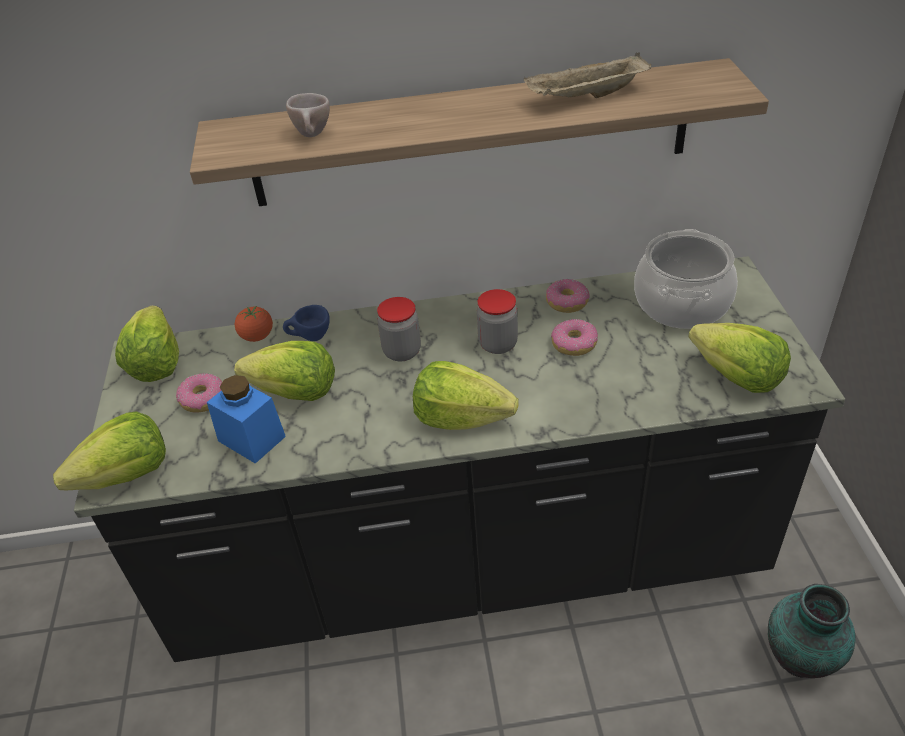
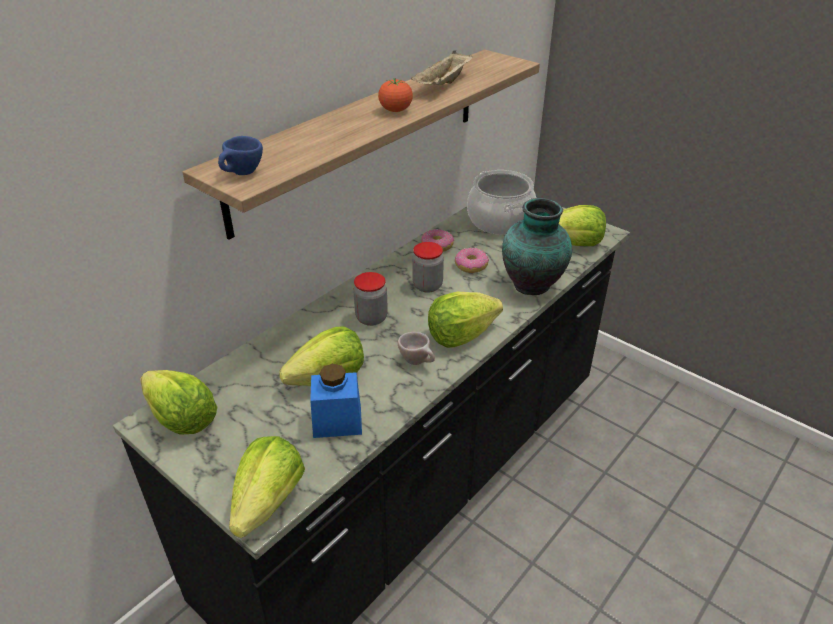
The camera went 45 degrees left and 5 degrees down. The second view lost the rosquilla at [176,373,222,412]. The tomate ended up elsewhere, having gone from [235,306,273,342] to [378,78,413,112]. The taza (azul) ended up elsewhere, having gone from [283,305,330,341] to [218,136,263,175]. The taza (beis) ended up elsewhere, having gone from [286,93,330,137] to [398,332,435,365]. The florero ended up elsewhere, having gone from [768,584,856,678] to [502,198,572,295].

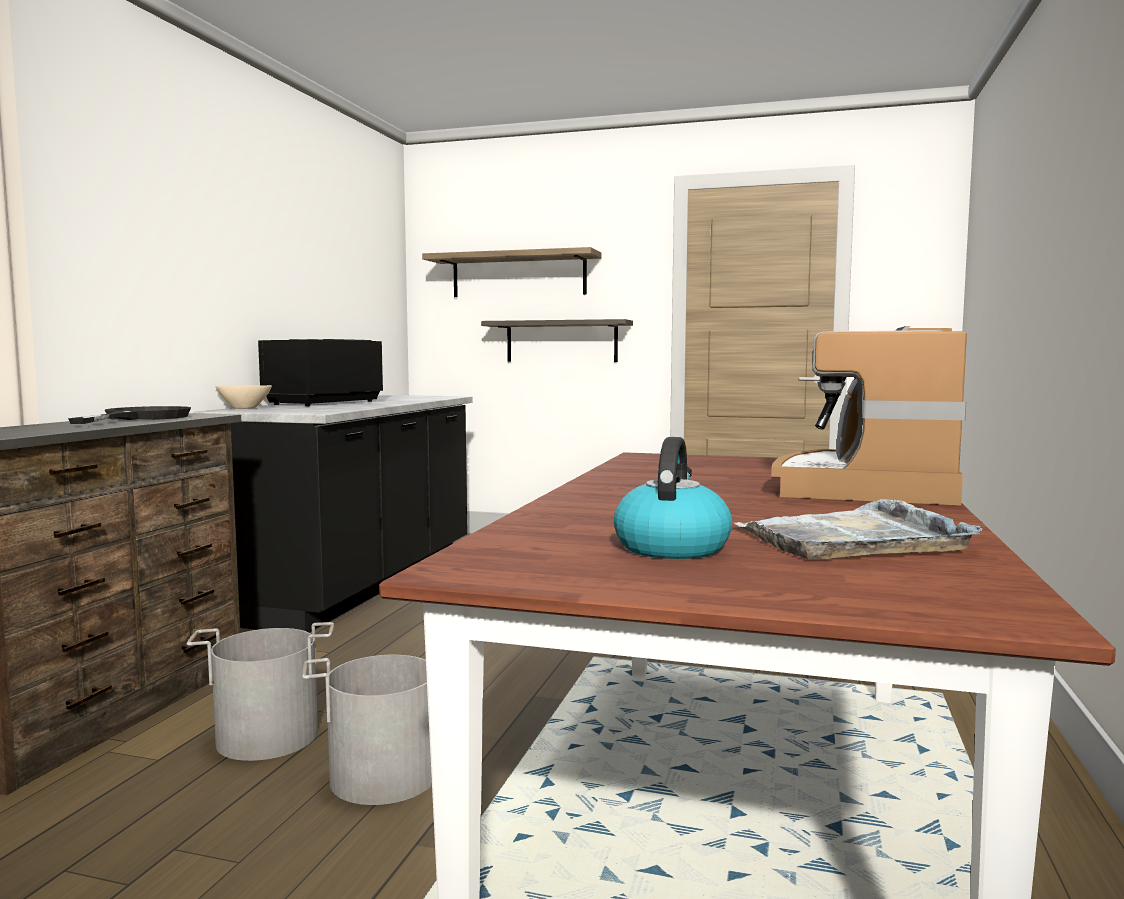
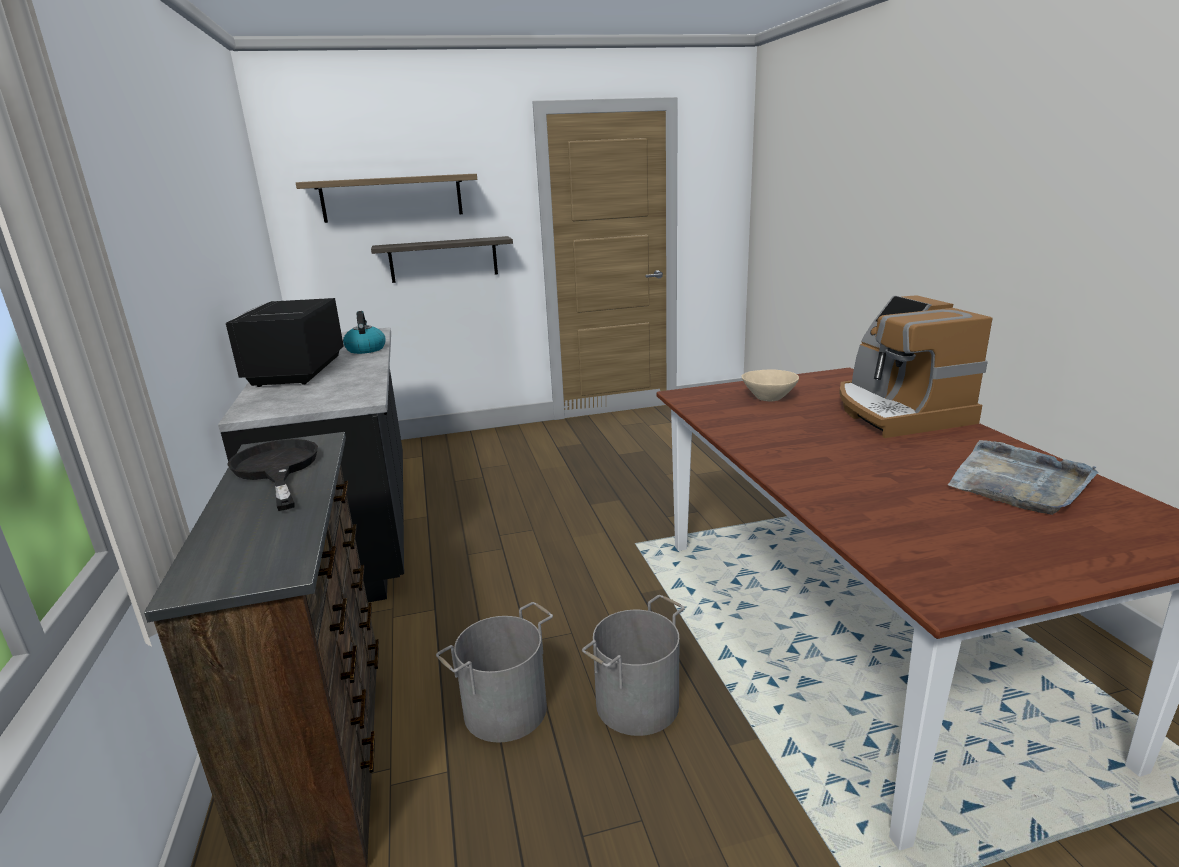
The camera went 30 degrees left and 15 degrees up. The cuenco (beis) ended up elsewhere, having gone from [215,385,272,409] to [741,369,799,401]. The hervidor ended up elsewhere, having gone from [614,437,732,559] to [343,311,386,354].

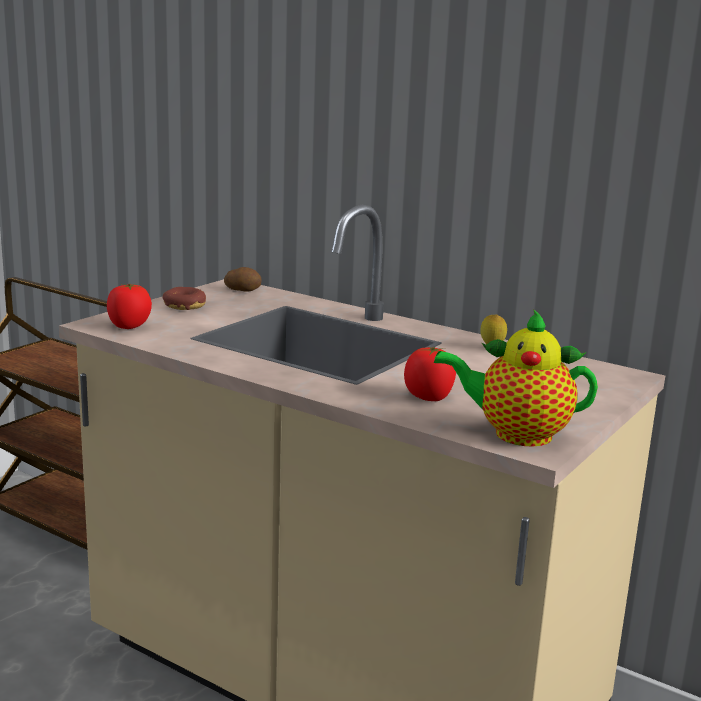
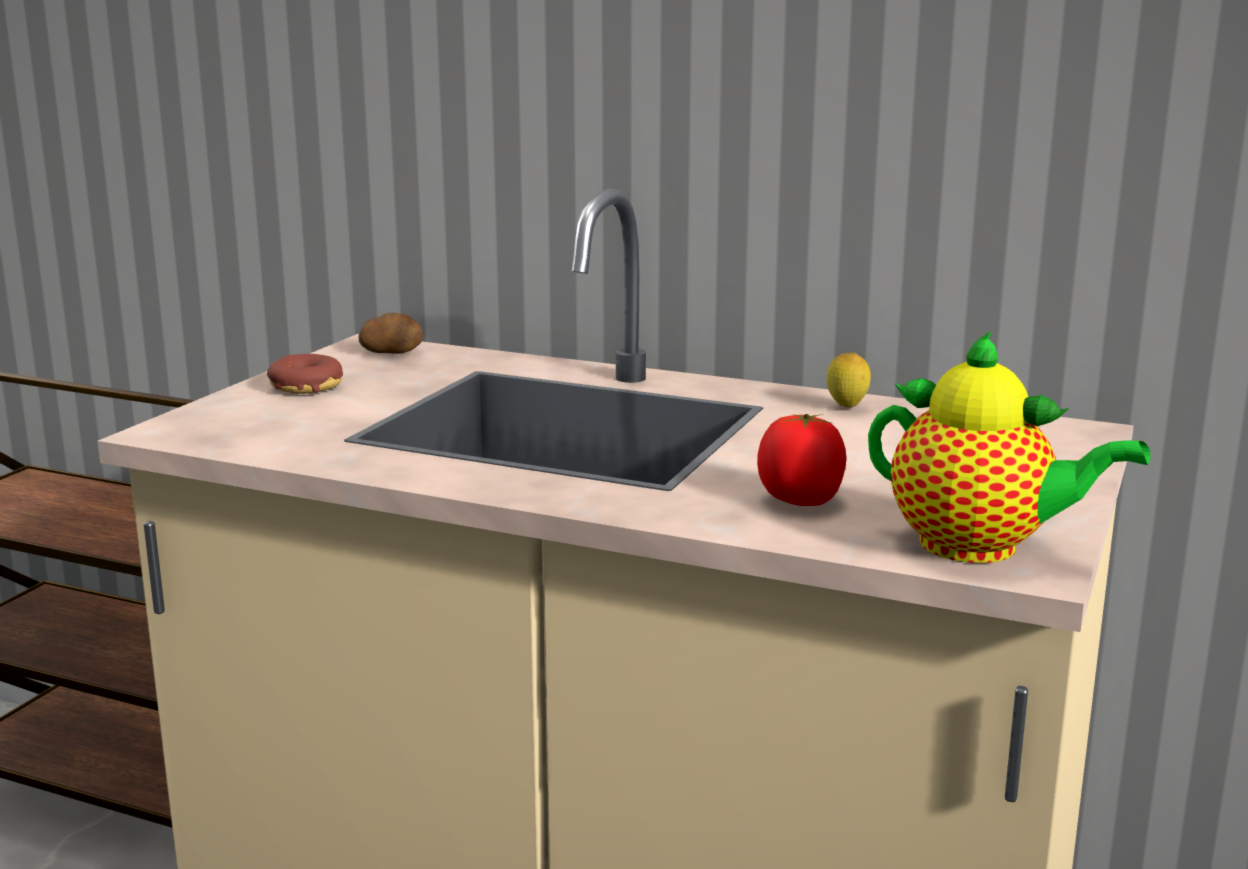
The camera went 10 degrees left and 0 degrees up. The second view lost the tomate at [107,284,152,329]. The tetera at [434,309,598,447] ended up facing another way, 150 degrees counterclockwise from before.

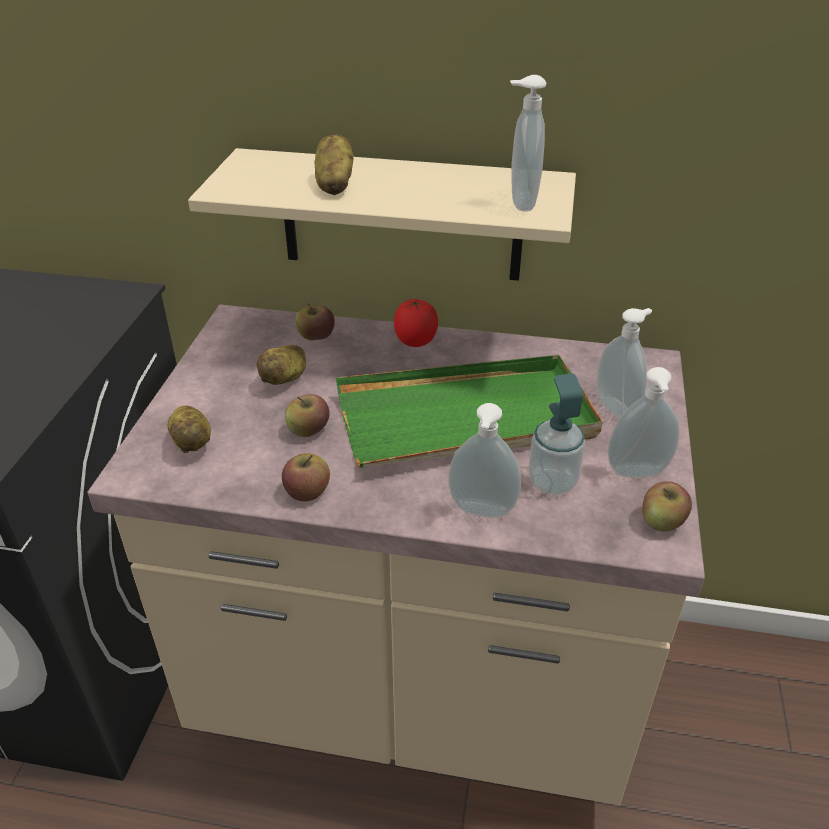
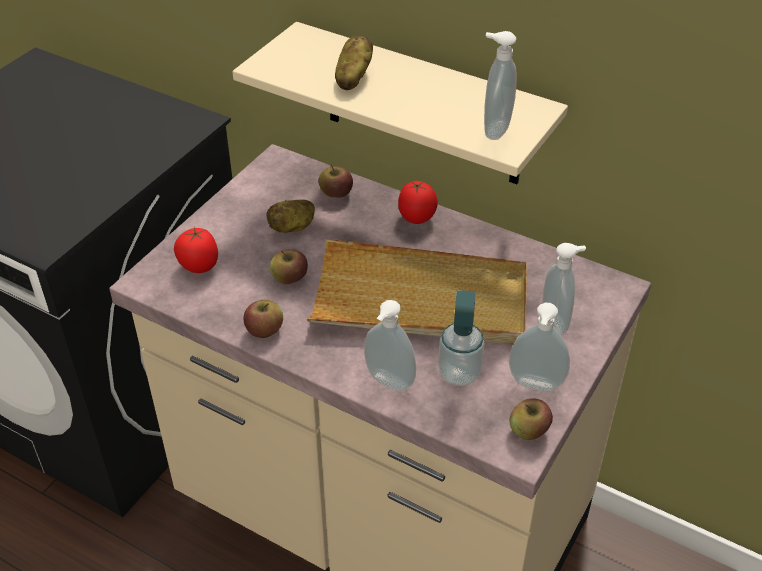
The camera went 20 degrees right and 5 degrees up. Where the patata stood at [168,406,211,453], the tomate came to stand at [174,227,218,273]. What was the bandeja (verde) at [336,355,603,468] turned into the bandeja (beis) at [307,239,527,345].

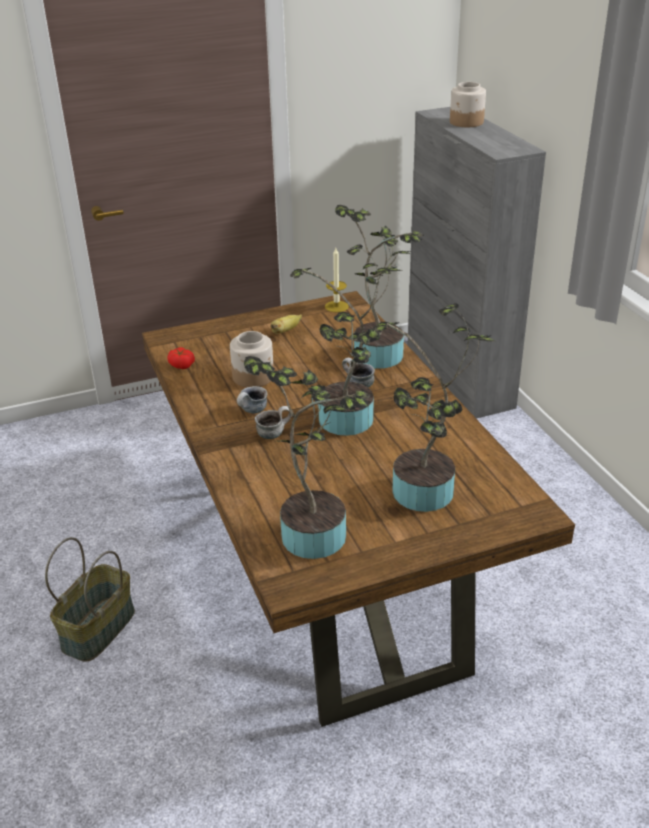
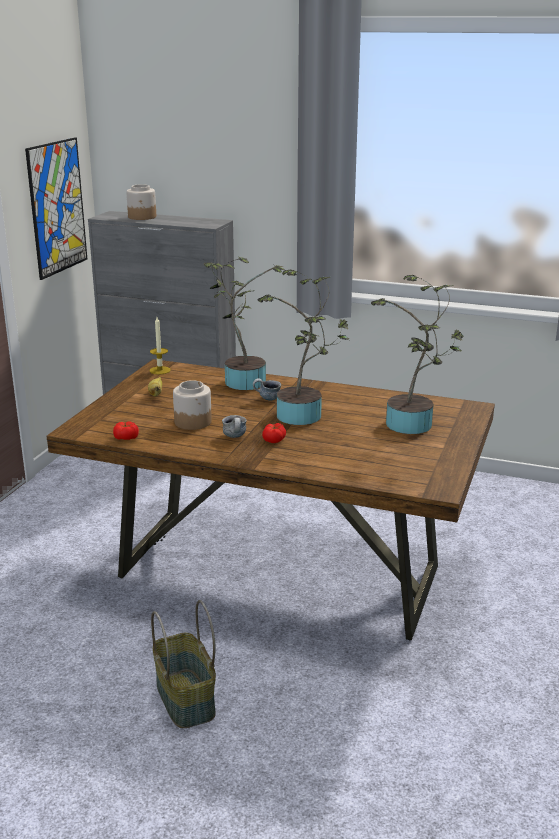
The camera went 50 degrees left and 10 degrees down. The second view lost the planta en maceta at [244,356,371,559]. The second view gained the cuadro at [25,137,87,280]. Where the taza grande stood at [255,406,292,439], the tomate came to stand at [262,423,286,443].

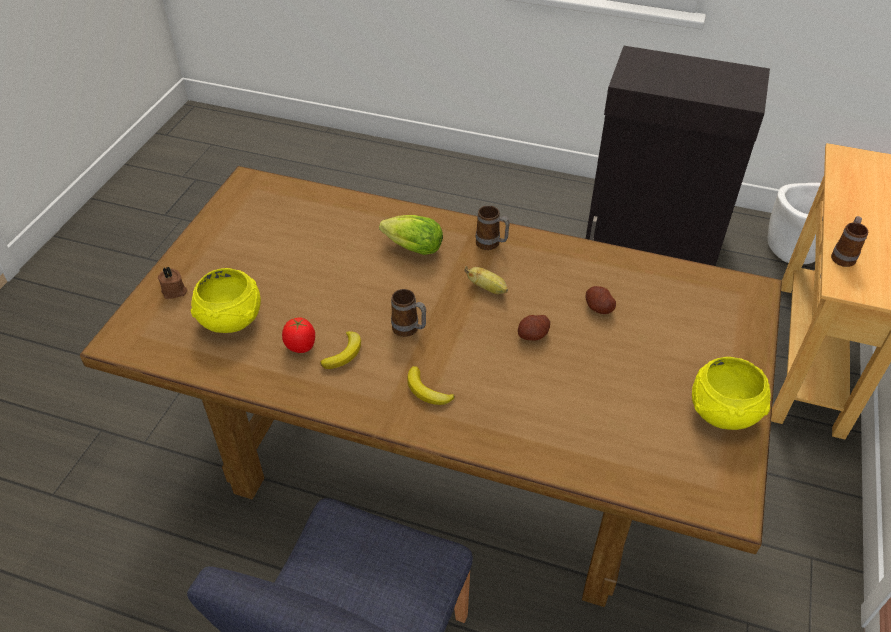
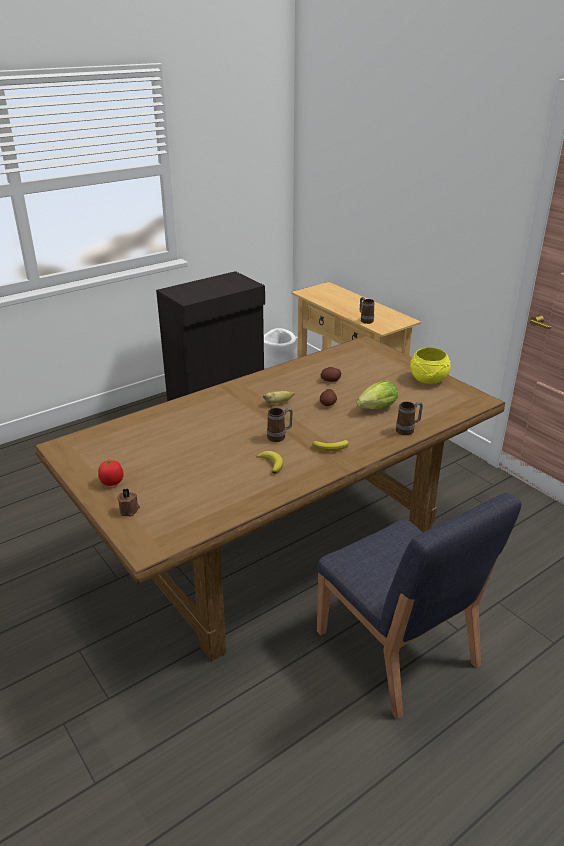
The camera went 55 degrees left and 15 degrees down. The second view lost the cuenco (amarillo) at [191,268,261,333]. The tomate ended up elsewhere, having gone from [282,318,315,353] to [98,459,124,486]. The lechuga ended up elsewhere, having gone from [379,215,443,255] to [357,380,398,409]. The taza grande ended up elsewhere, having gone from [476,206,510,250] to [396,401,423,435].

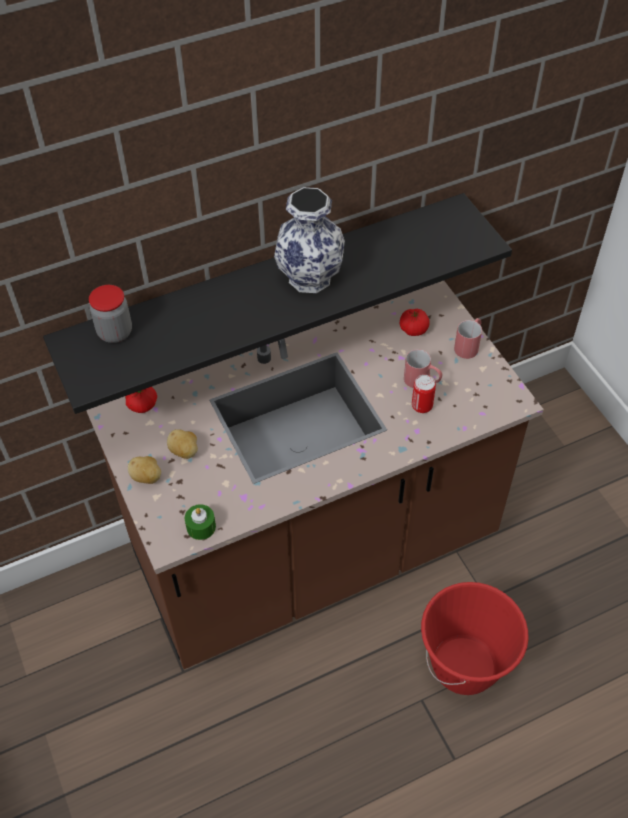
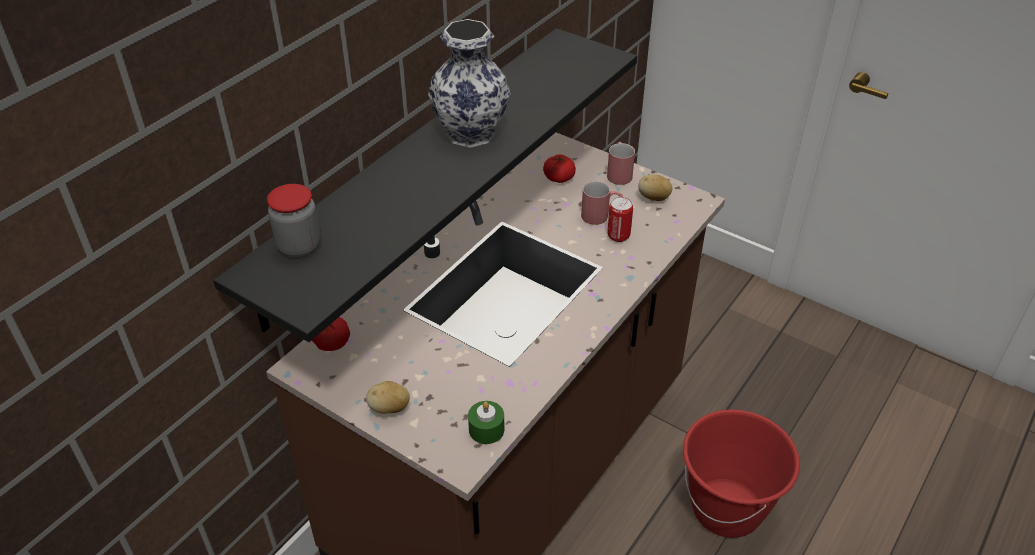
The camera went 30 degrees left and 10 degrees down. The patata ended up elsewhere, having gone from [167,429,198,459] to [638,175,673,201].

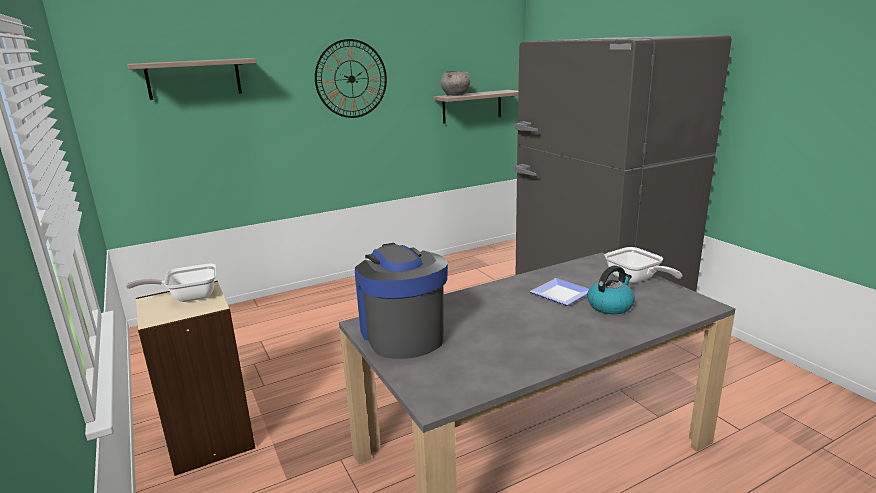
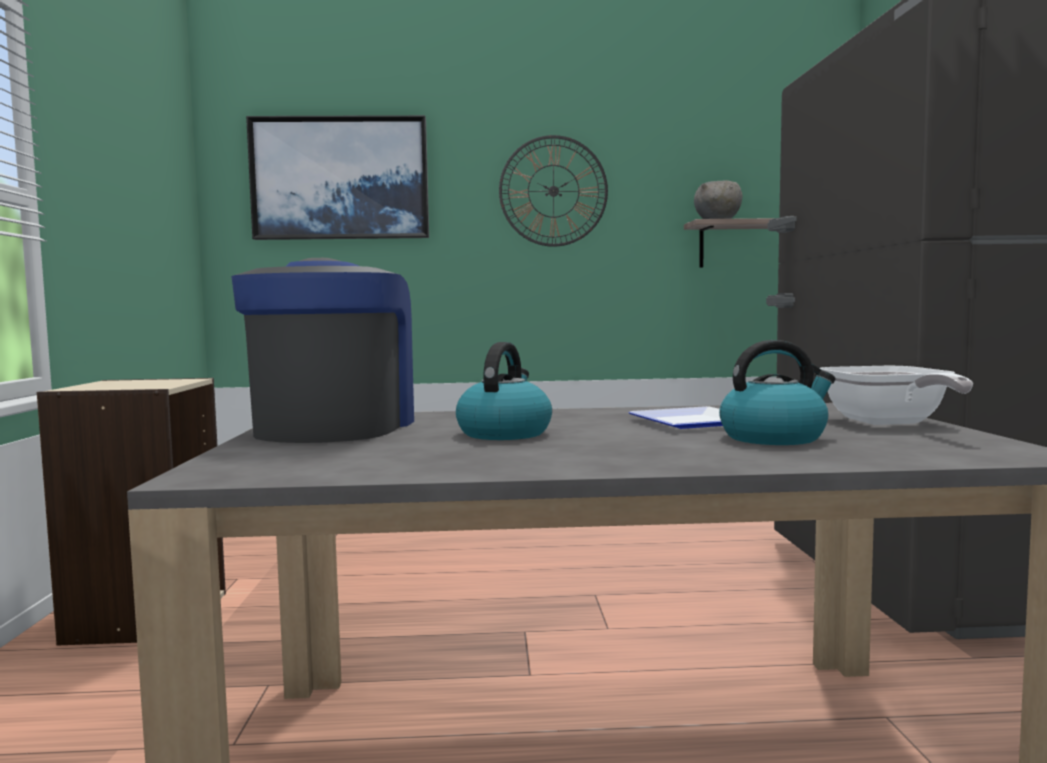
The camera went 25 degrees right and 15 degrees down. The second view lost the sartén at [126,264,216,302]. The second view gained the hervidor at [456,342,552,440]. Where the estante hung at [127,58,257,100], the cuadro came to hang at [246,115,429,240].

